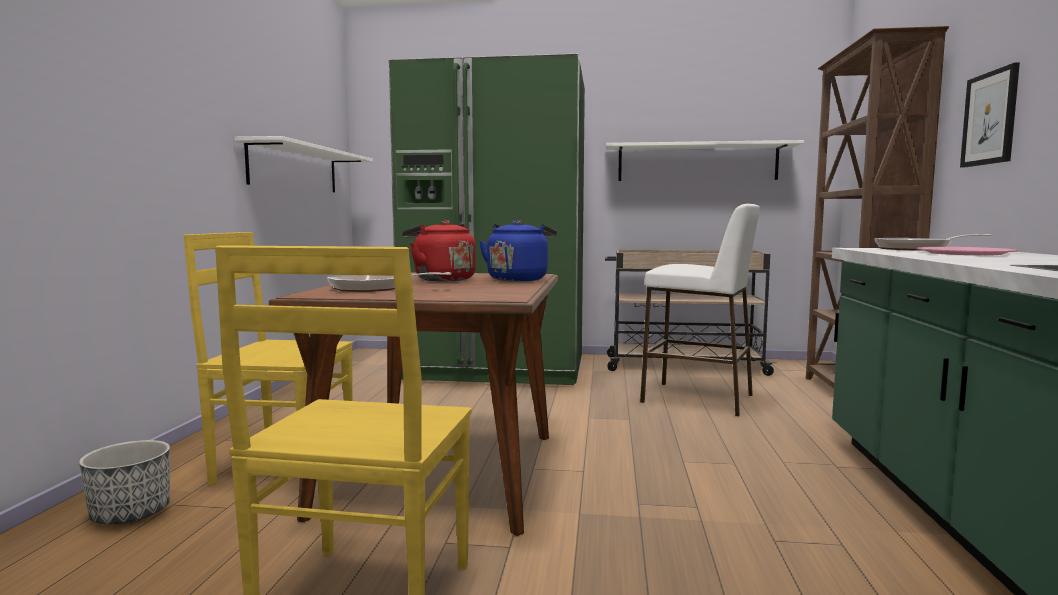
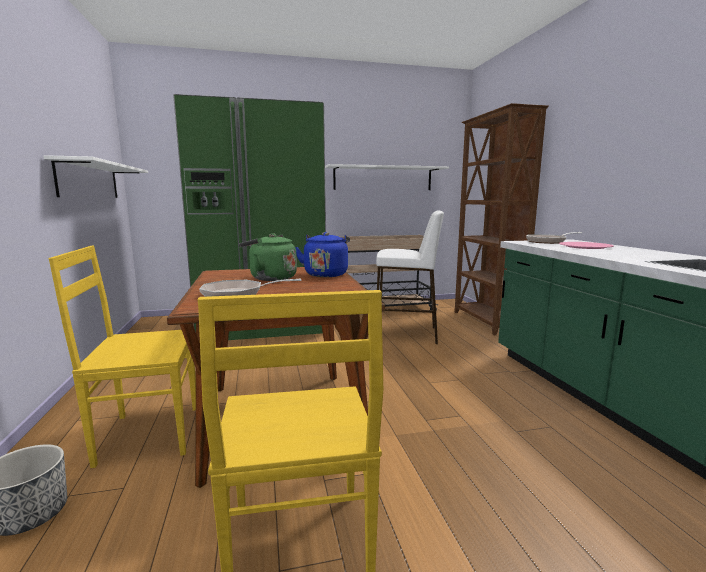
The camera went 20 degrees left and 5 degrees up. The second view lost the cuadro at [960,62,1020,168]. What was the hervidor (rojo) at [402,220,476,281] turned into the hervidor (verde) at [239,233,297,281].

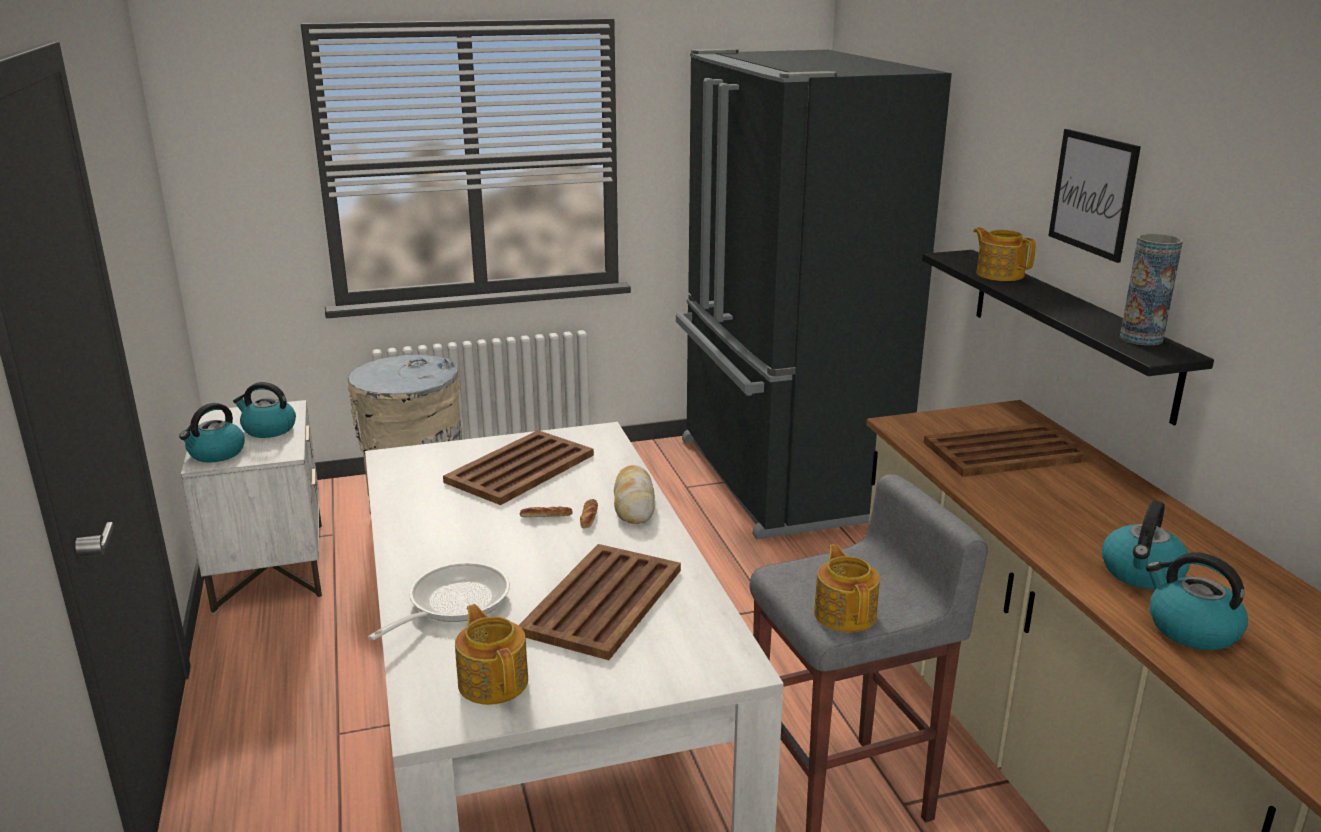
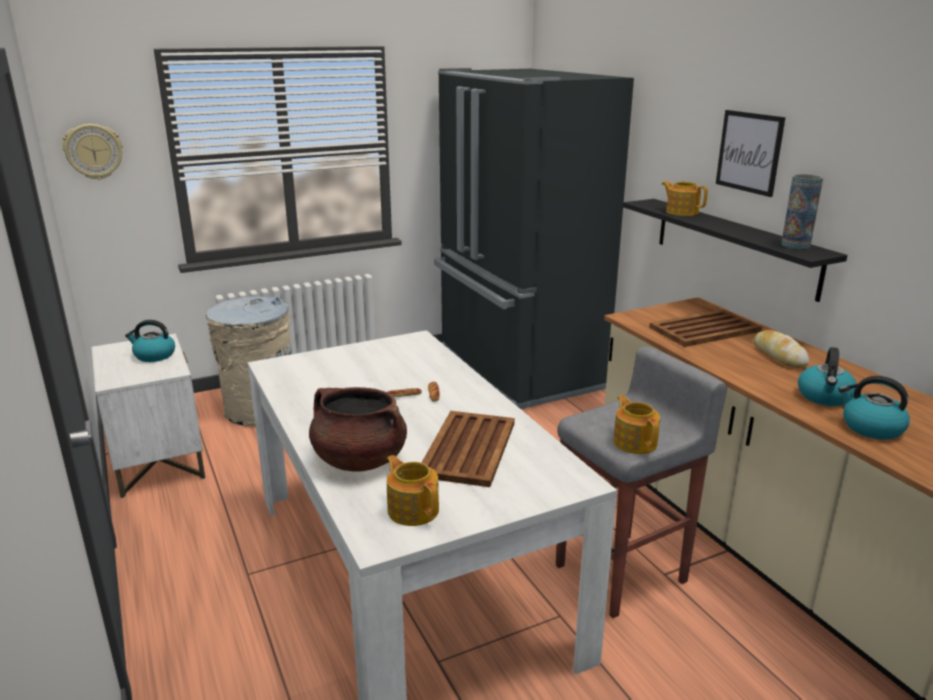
The camera went 10 degrees left and 0 degrees up. The second view lost the hervidor at [179,403,245,463]. The second view lost the bandeja (marrón) at [443,430,594,505]. The second view gained the reloj de pared at [62,124,123,180]. The pan ended up elsewhere, having gone from [614,465,655,524] to [753,330,809,368]. Where the sartén stood at [368,562,510,640], the olla (marrón) came to stand at [309,387,407,472].

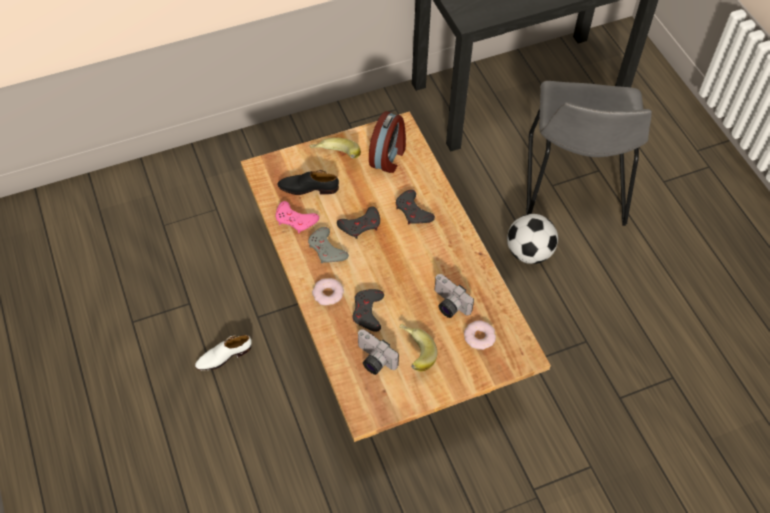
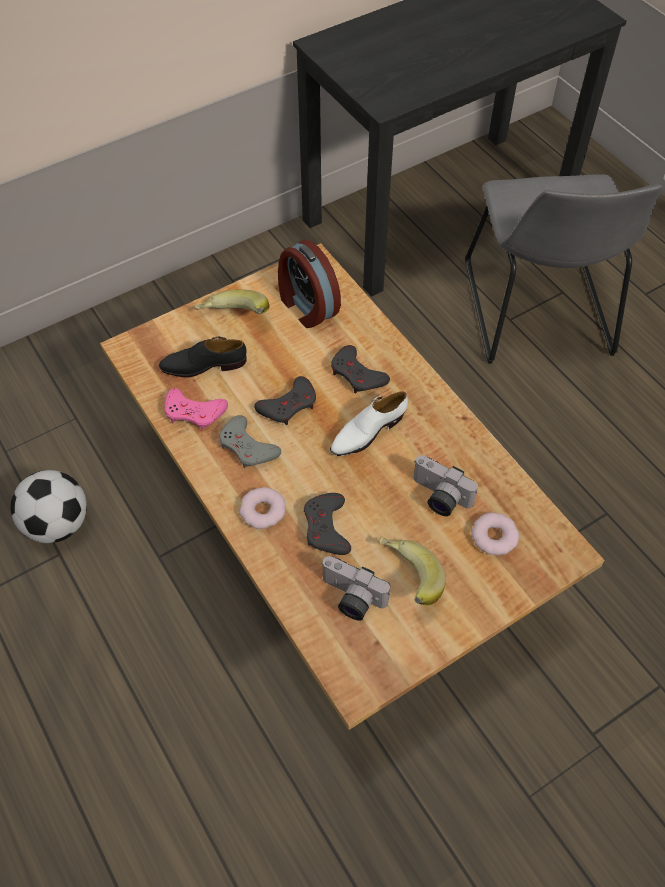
The camera went 10 degrees left and 0 degrees up. The zapato (blanco) ended up elsewhere, having gone from [195,335,252,370] to [330,391,408,456]. The balón de fútbol ended up elsewhere, having gone from [507,214,558,264] to [10,470,87,543]. The despertador at [369,111,406,173] ended up facing another way, 135 degrees clockwise from before.

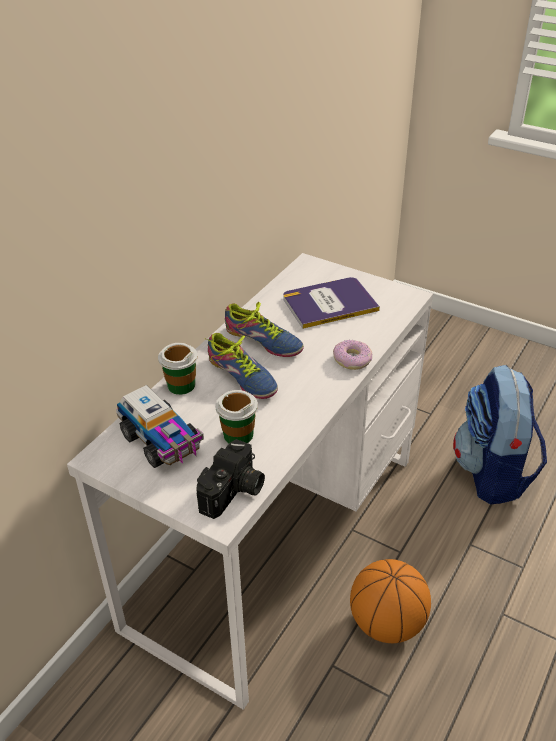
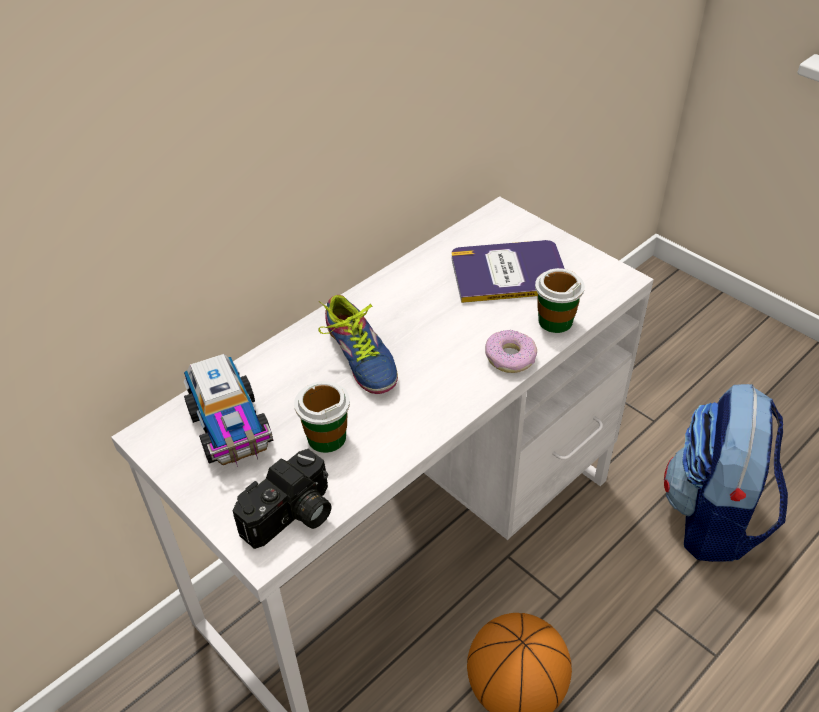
The camera went 15 degrees right and 5 degrees up. The second view lost the zapato at [225,302,304,357]. The taza ended up elsewhere, having gone from [158,343,198,395] to [535,268,585,333].

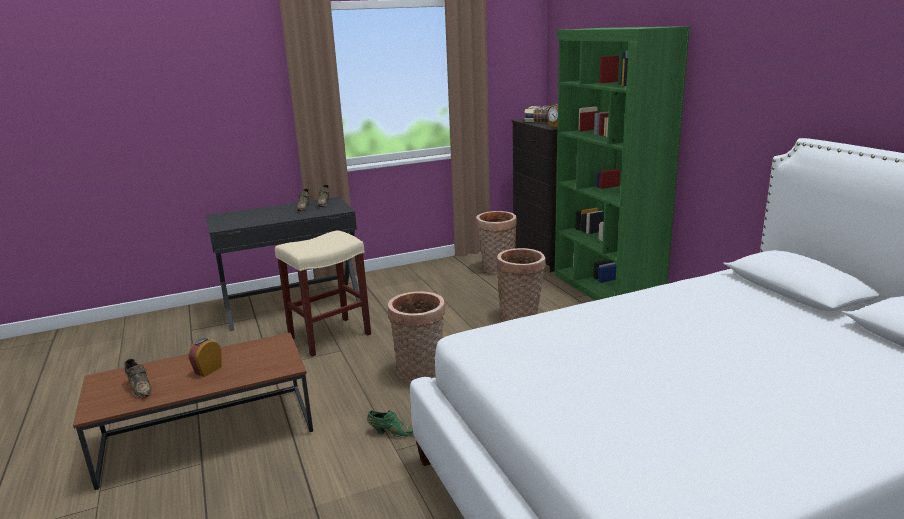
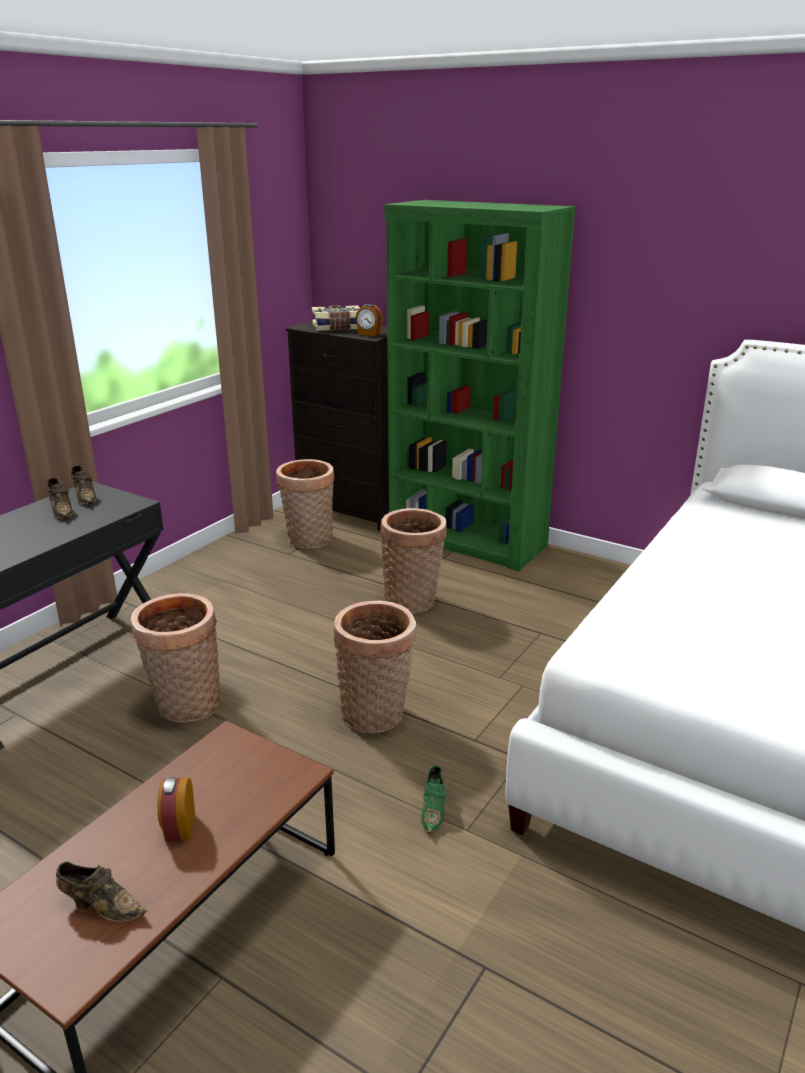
The camera went 35 degrees left and 5 degrees up. Where the taburete (beis) stood at [275,231,371,356], the cesta came to stand at [131,593,221,723]. The zapato (verde) at [367,410,413,437] ended up facing another way, 120 degrees clockwise from before.

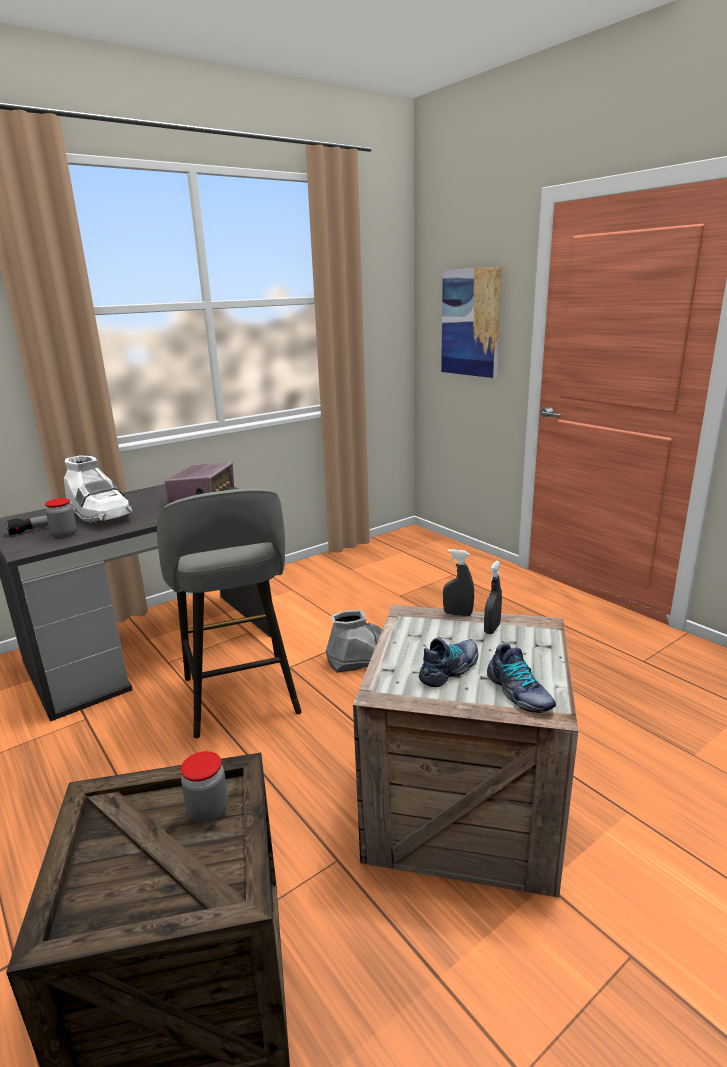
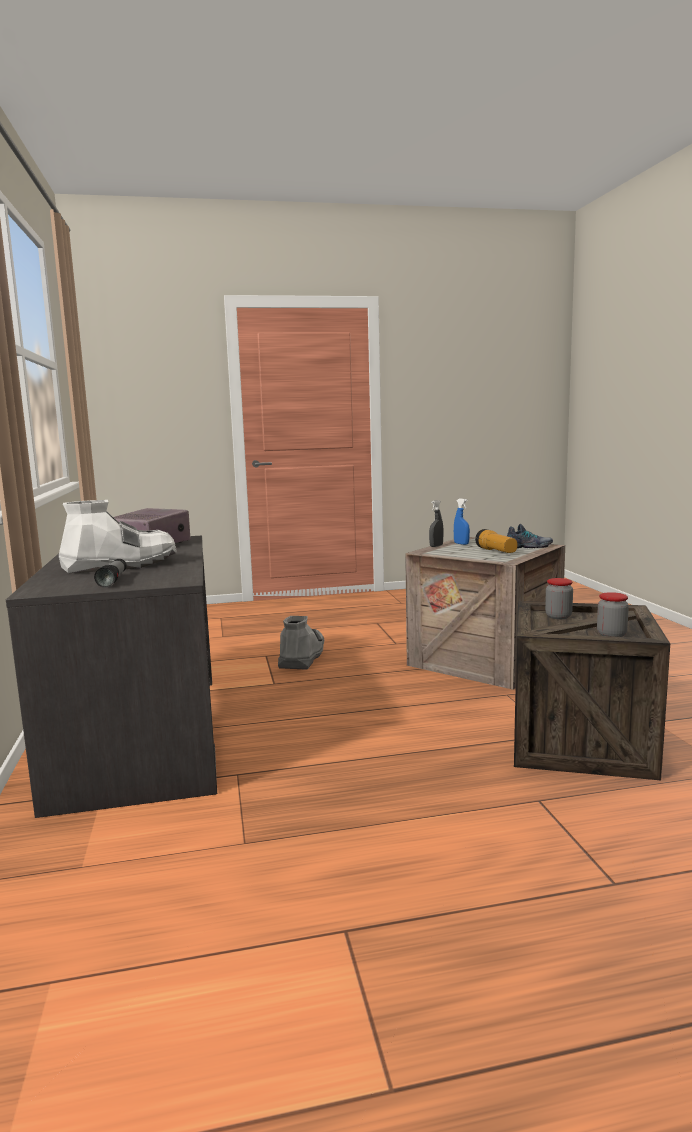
The camera went 65 degrees left and 10 degrees down. The second view lost the taburete (gris) at [157,488,302,739]. The second view lost the cuadro at [441,267,502,378]. The tarro ended up elsewhere, having gone from [45,498,77,538] to [597,592,629,637]. Where the zapato stood at [419,638,478,687], the linterna came to stand at [475,529,517,553]. What was the pulverizador (gris) at [484,561,502,634] turned into the pulverizador (azul) at [454,499,470,545].

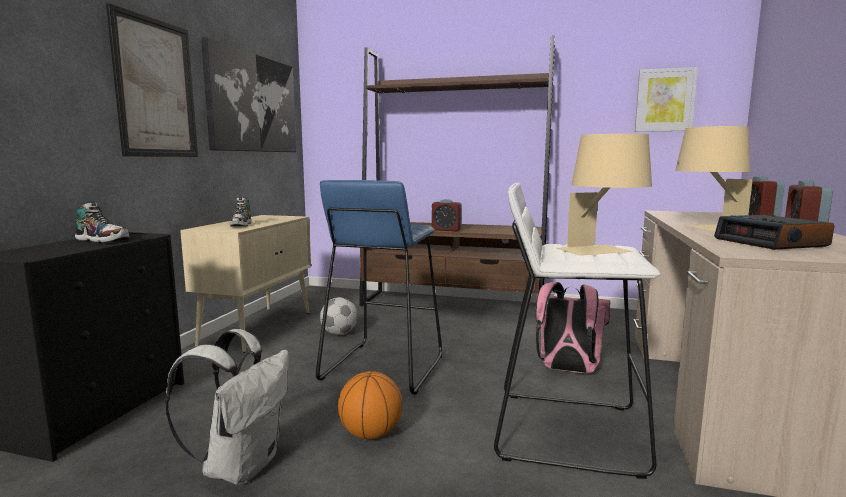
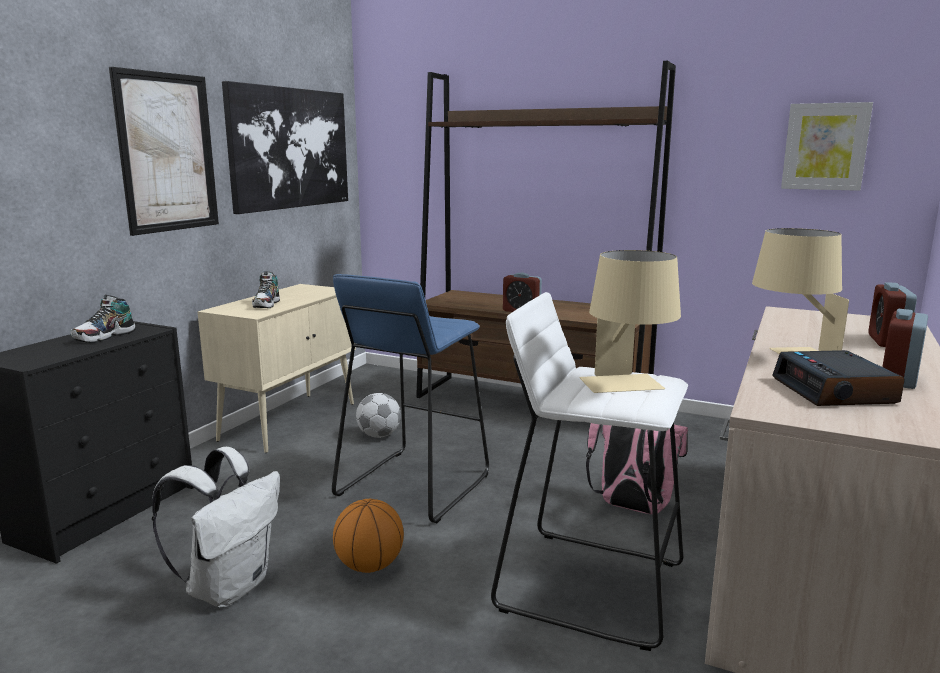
The camera went 10 degrees right and 5 degrees up. The zapato at [75,201,129,243] ended up facing another way, 90 degrees clockwise from before.

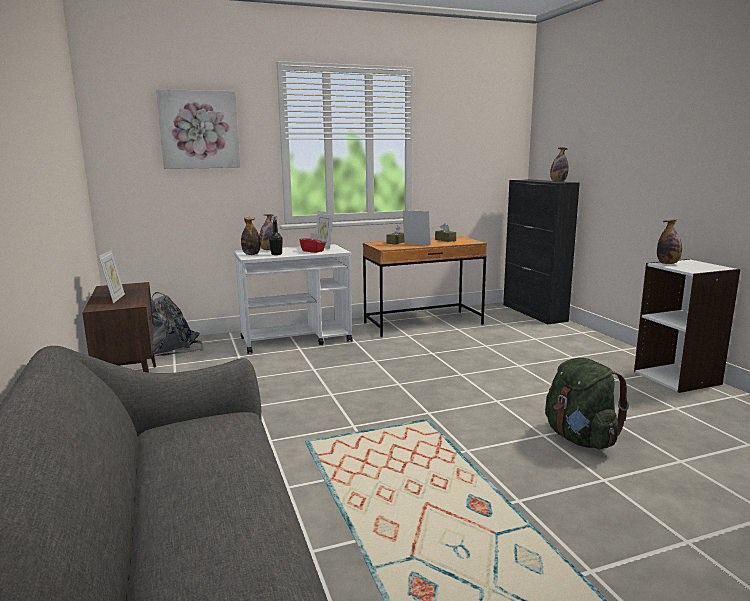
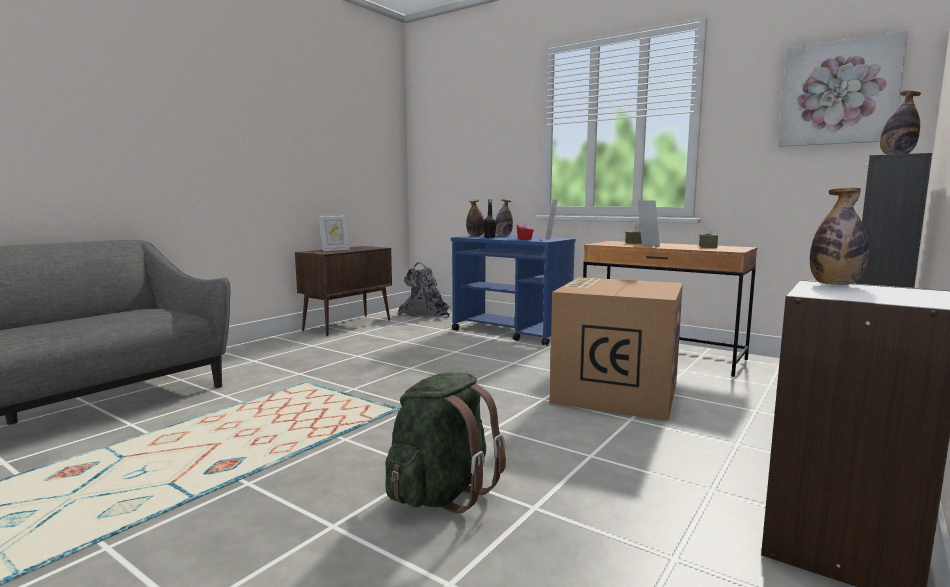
The camera went 55 degrees right and 5 degrees down. The second view gained the caja de cartón at [550,277,683,421]. The cuadro ended up elsewhere, having gone from [156,89,240,169] to [778,31,908,147]. What was the carrito (blanco) at [234,244,353,354] turned into the carrito (azul) at [451,235,576,346].

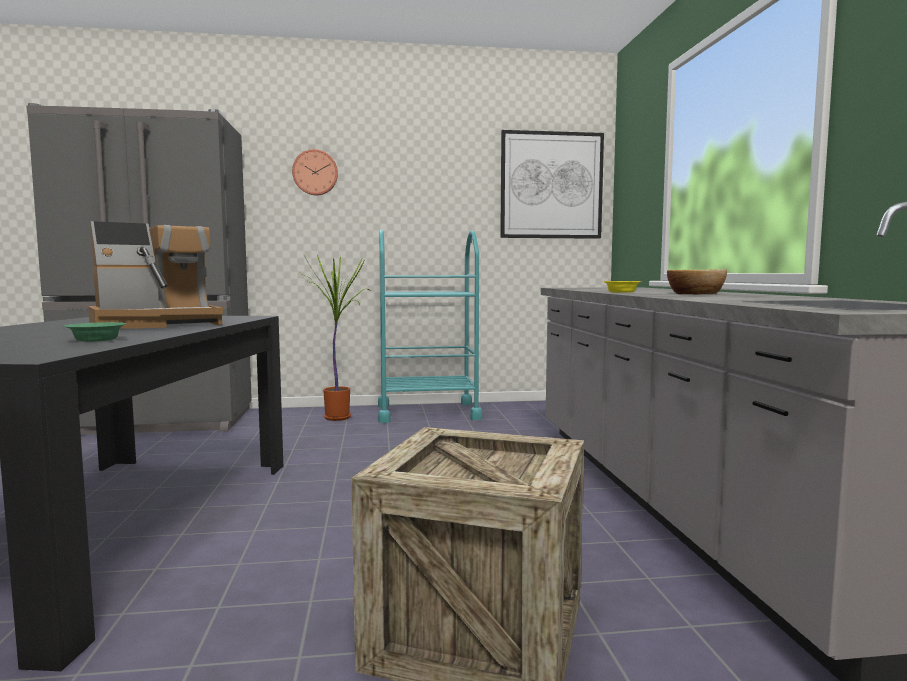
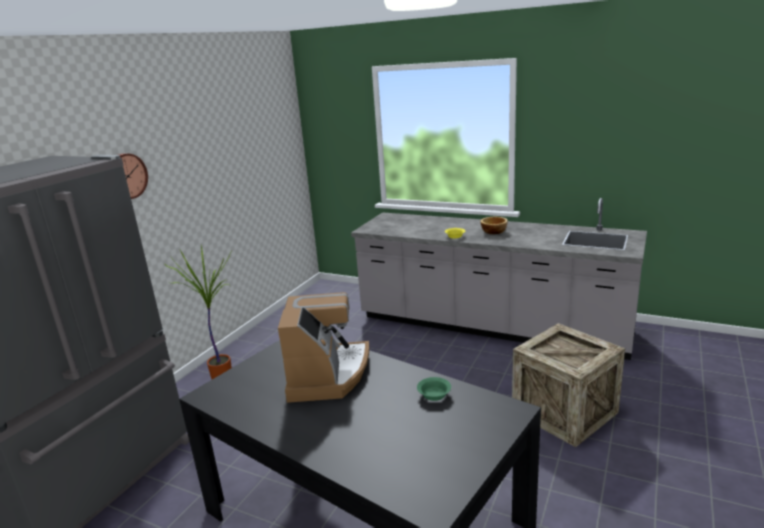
The camera went 55 degrees left and 15 degrees up. The second view lost the carrito (turquesa) at [378,230,482,423]. The second view lost the cuadro at [500,130,604,239].

